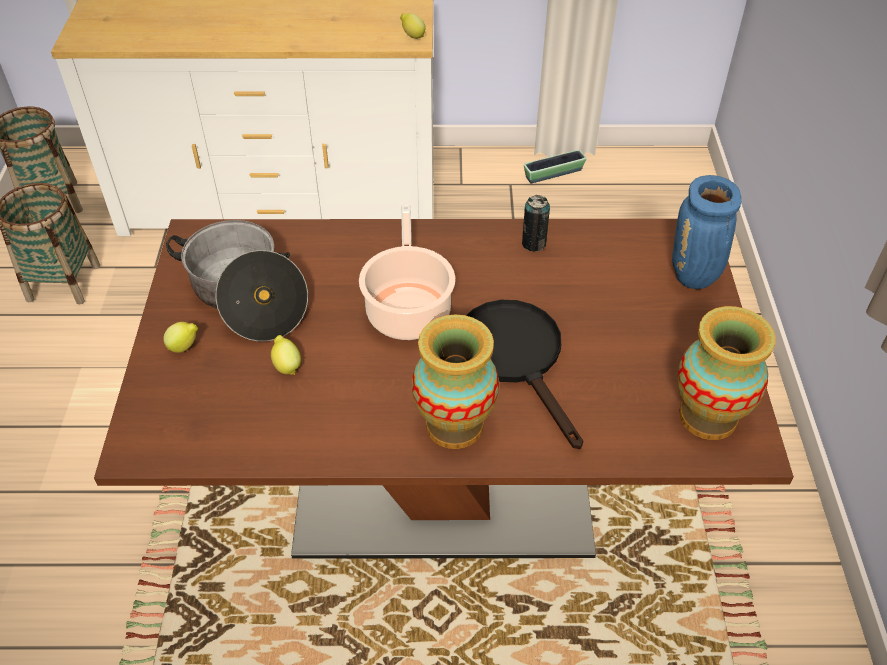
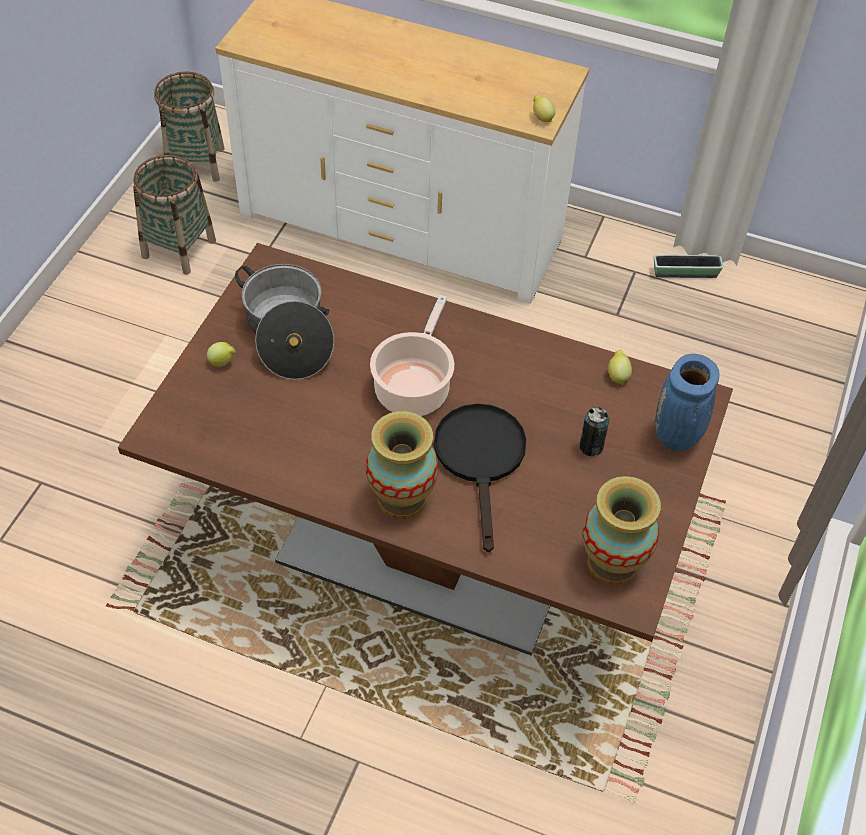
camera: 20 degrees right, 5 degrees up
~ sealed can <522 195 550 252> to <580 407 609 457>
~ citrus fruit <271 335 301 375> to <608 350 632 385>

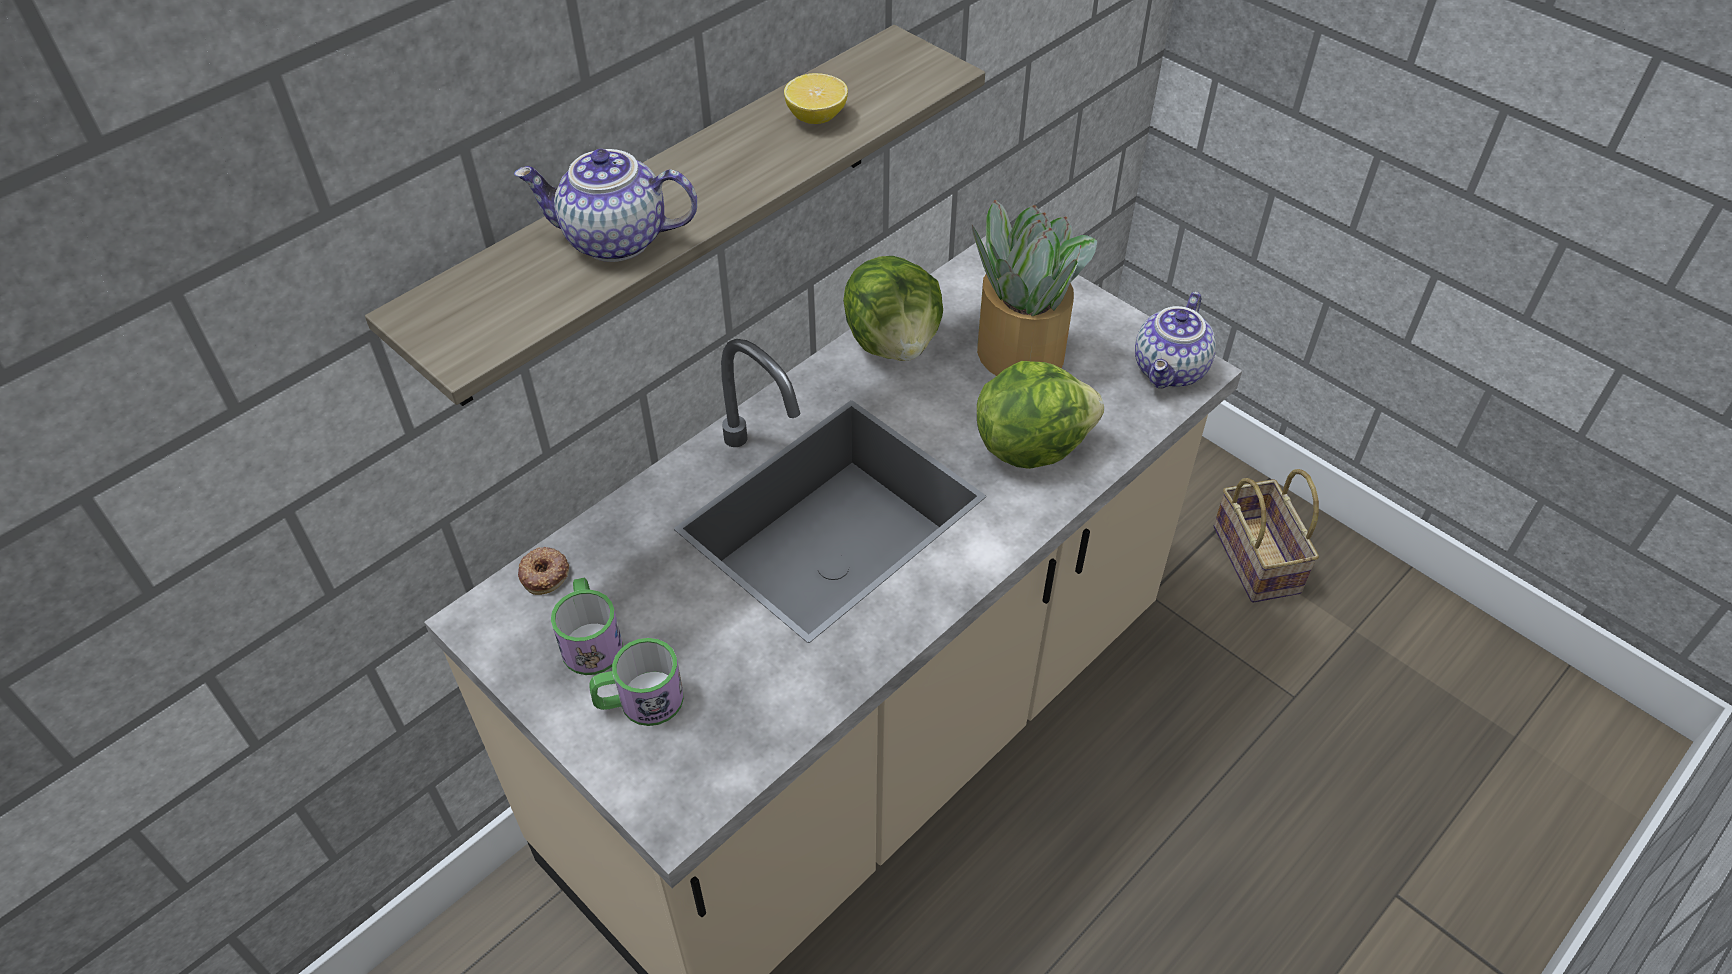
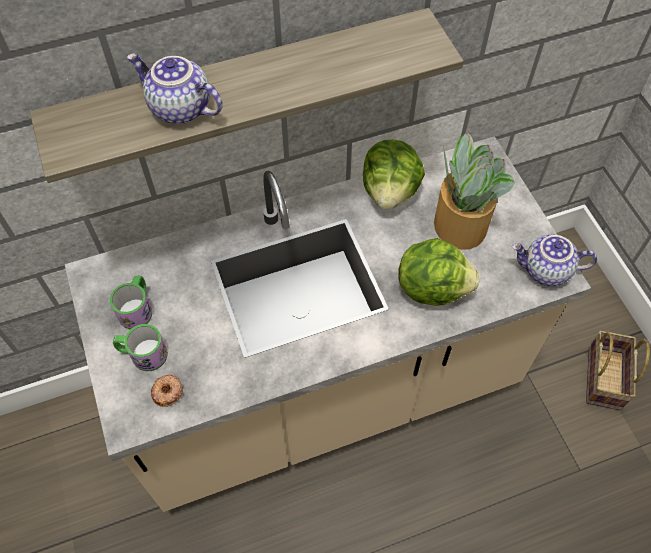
camera: 25 degrees right, 10 degrees up
~ doughnut <518 547 569 595> to <151 374 183 407>
~ teapot <1135 292 1216 388> = <512 234 597 286> 45 degrees clockwise
- citrus fruit <784 73 848 124>

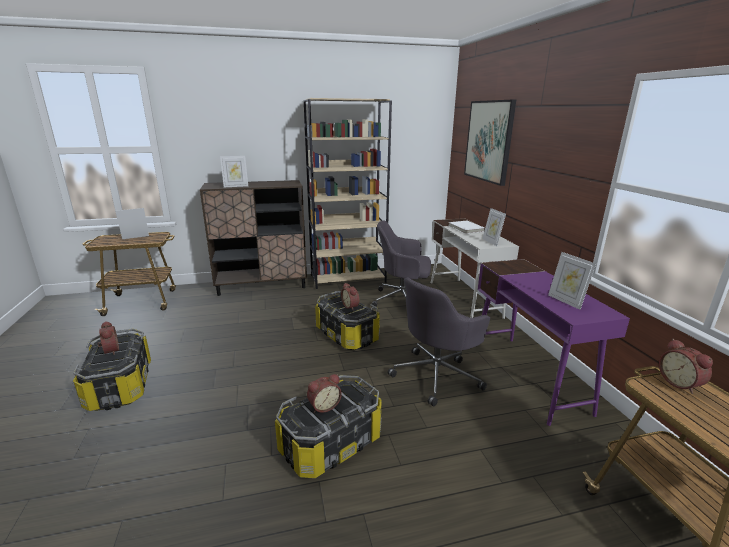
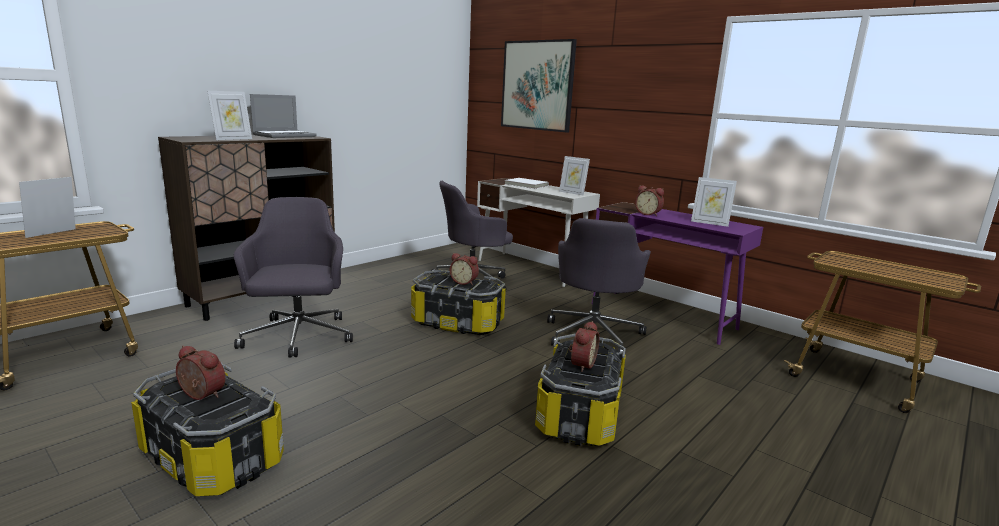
camera: 35 degrees left, 5 degrees down
+ desk chair (greyish) <234 197 353 358>
+ notebook computer <250 94 316 138>
~ alarm clock <659 339 713 394> to <635 185 664 216>
- bookshelf (beige-coloured) <303 98 392 289>

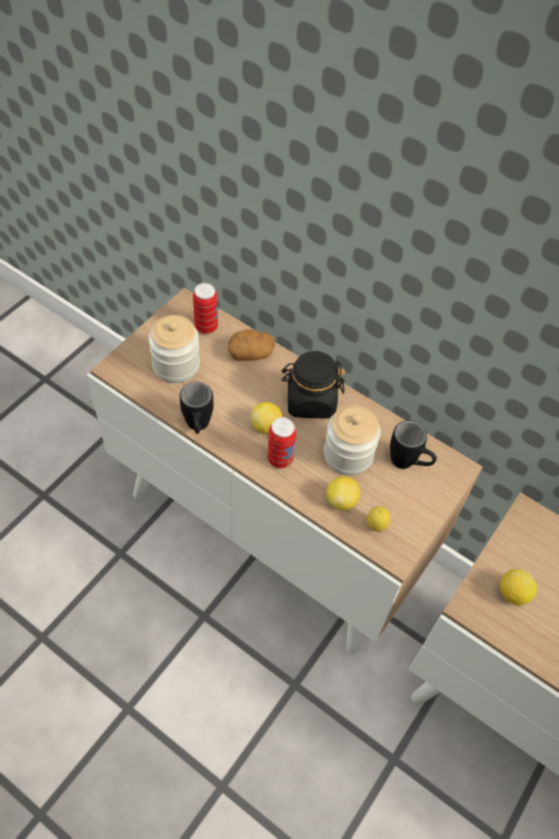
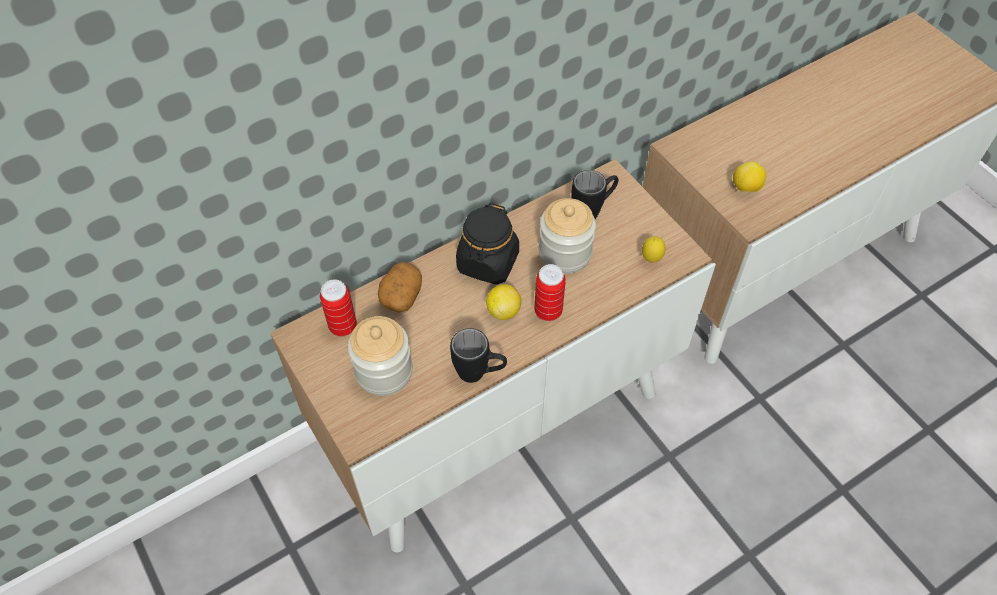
camera: 65 degrees left, 0 degrees up
- citrus fruit <327 476 360 510>

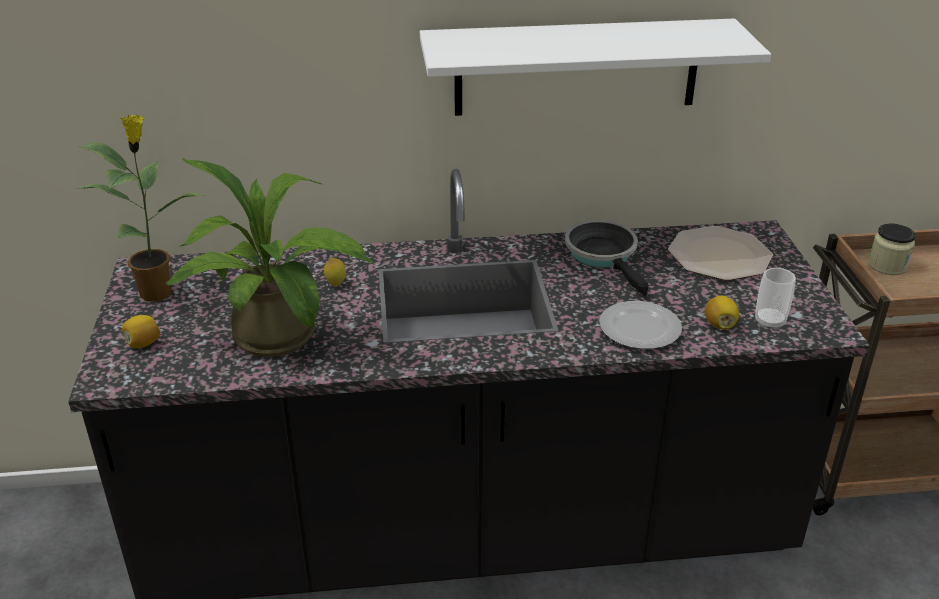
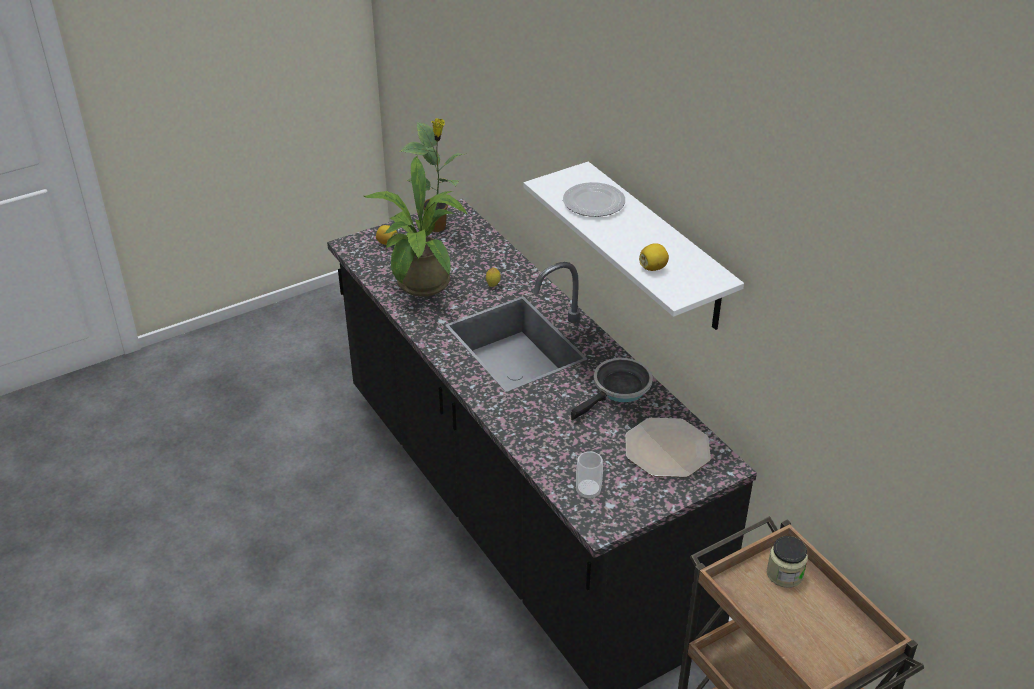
camera: 65 degrees right, 5 degrees up
~ dinner plate <599 301 682 349> to <563 182 625 217>
~ citrus fruit <704 295 739 330> to <639 243 669 271>

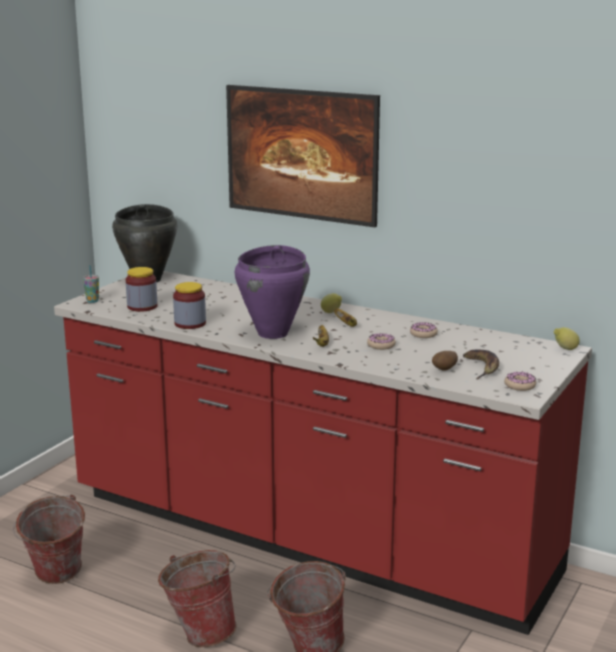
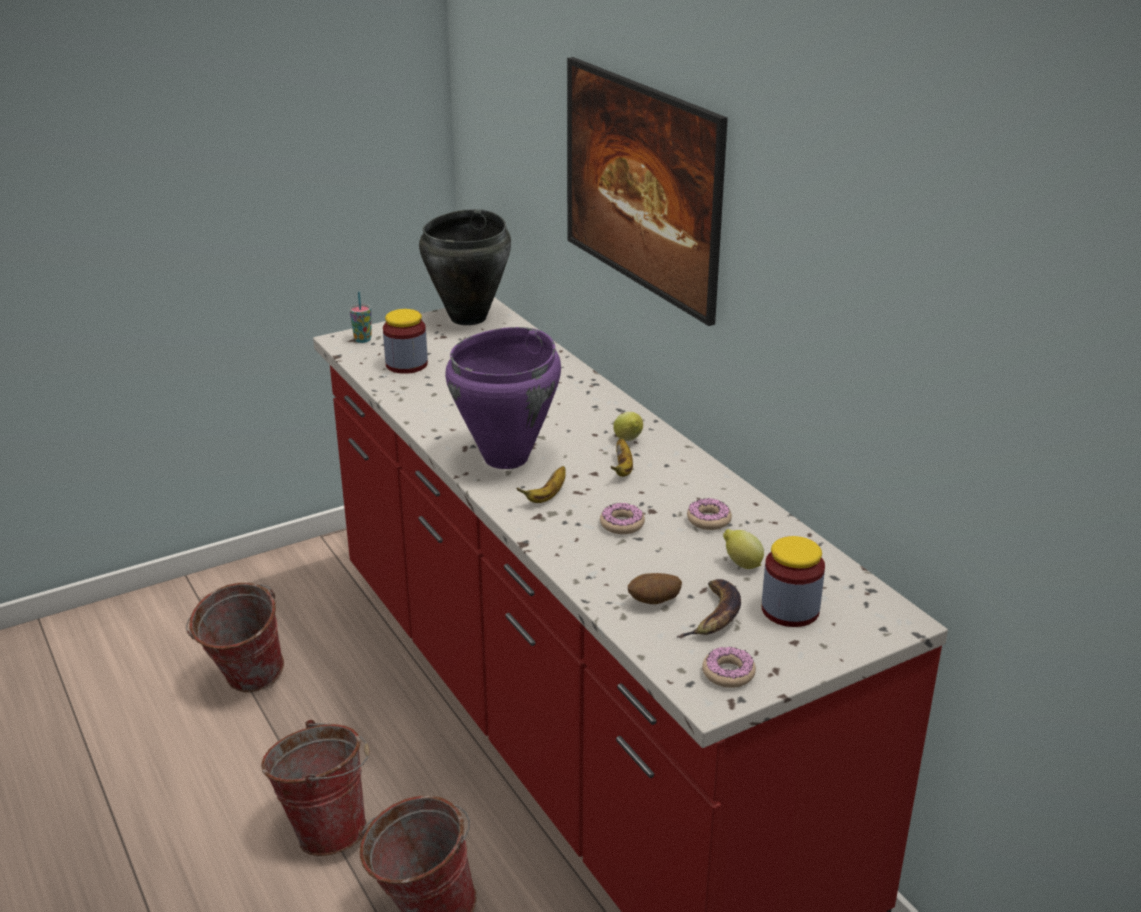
camera: 30 degrees right, 10 degrees up
~ citrus fruit <554 327 580 350> to <723 529 764 569>
~ storage jar <173 282 206 329> to <762 536 825 627>

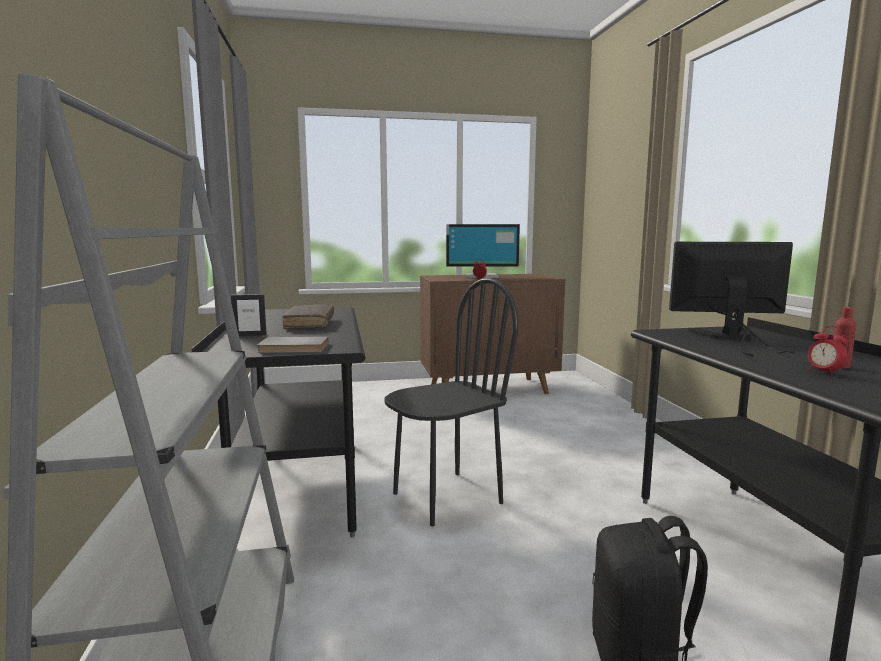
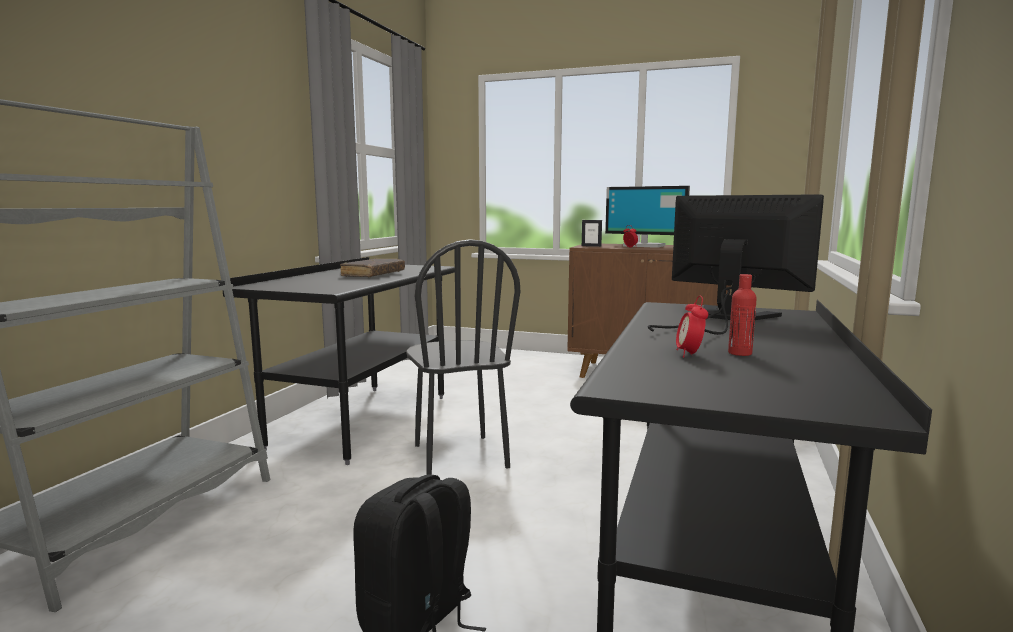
camera: 30 degrees right, 0 degrees up
~ upright chair (blackish) <384 278 518 526> = <406 239 521 475> 75 degrees clockwise
~ picture frame <231 294 267 336> to <582 220 602 247>
- volume (greyish) <257 337 329 353>

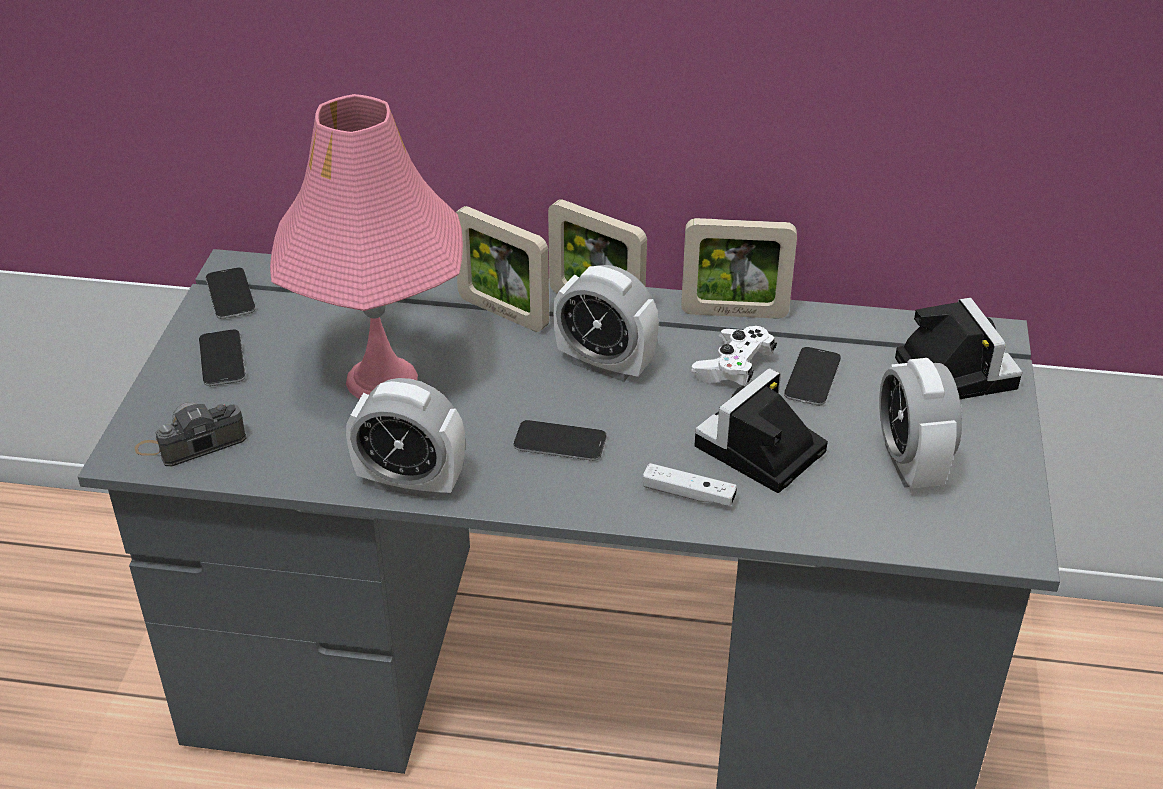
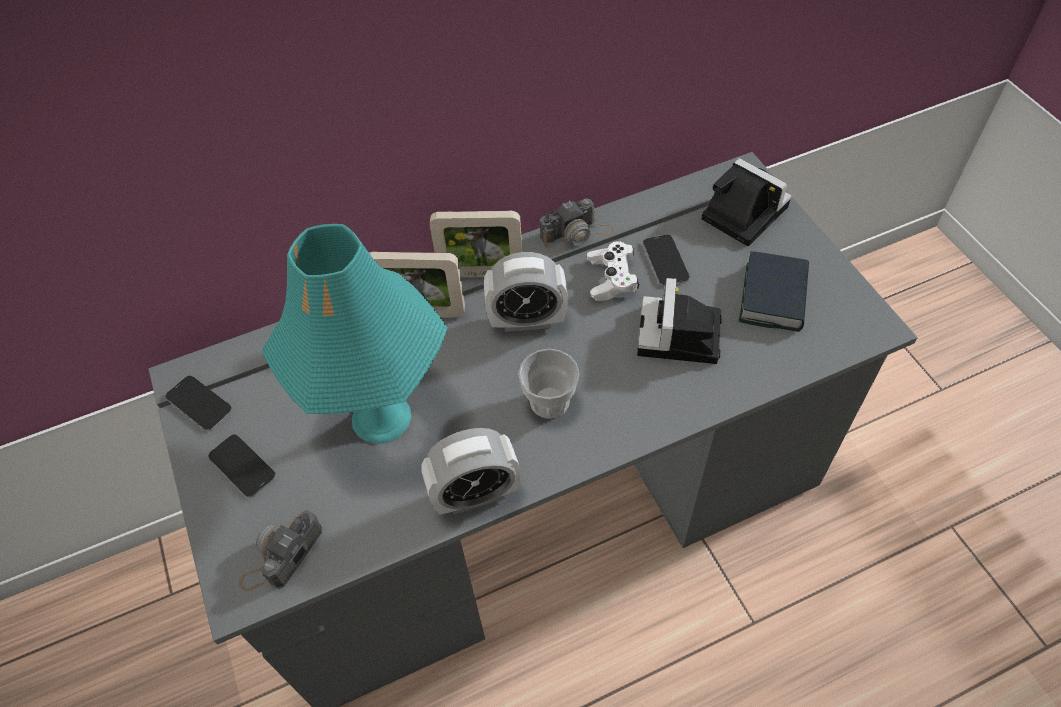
camera: 30 degrees left, 15 degrees up
~ tabletop lamp (pink-coloured) <270 94 463 399> to tabletop lamp (blue-green) <262 224 448 444>
~ handset <513 420 607 461> to small cup <518 349 580 419>
~ picture frame <681 218 797 319> to still camera <540 199 615 253>
~ alarm clock <879 358 962 489> to volume <739 251 809 332>
- game controller (whitish) <643 463 737 506>

